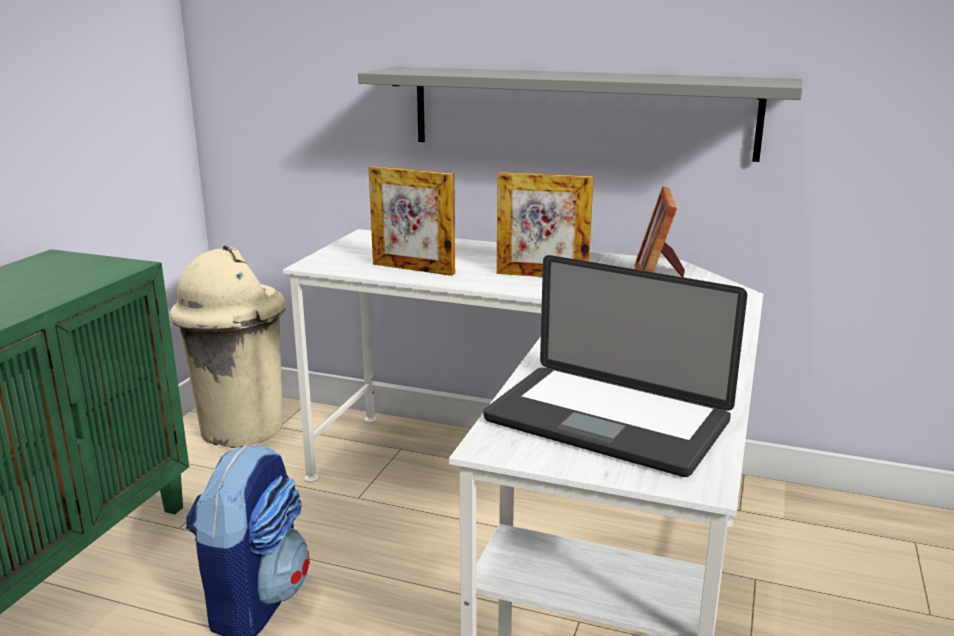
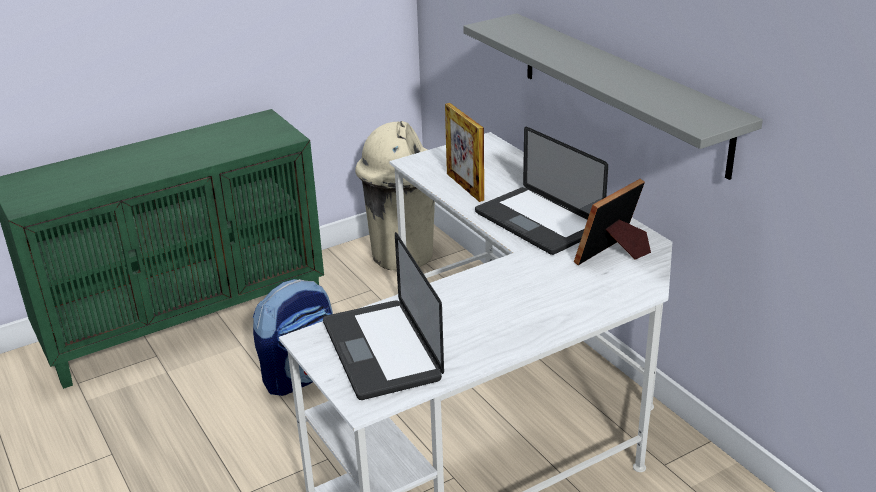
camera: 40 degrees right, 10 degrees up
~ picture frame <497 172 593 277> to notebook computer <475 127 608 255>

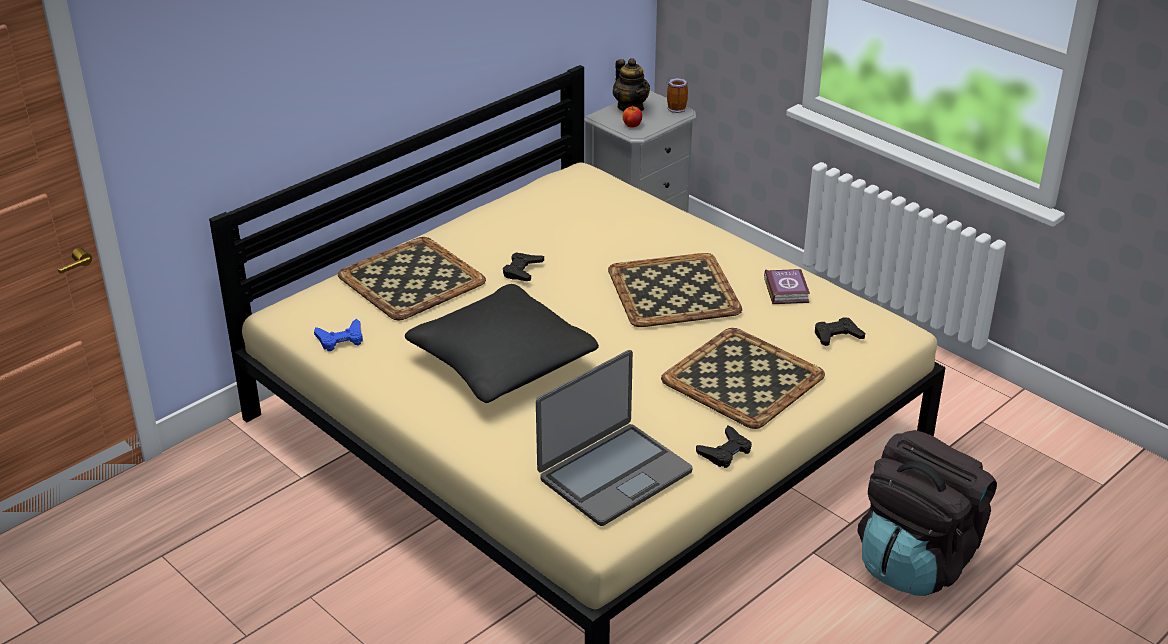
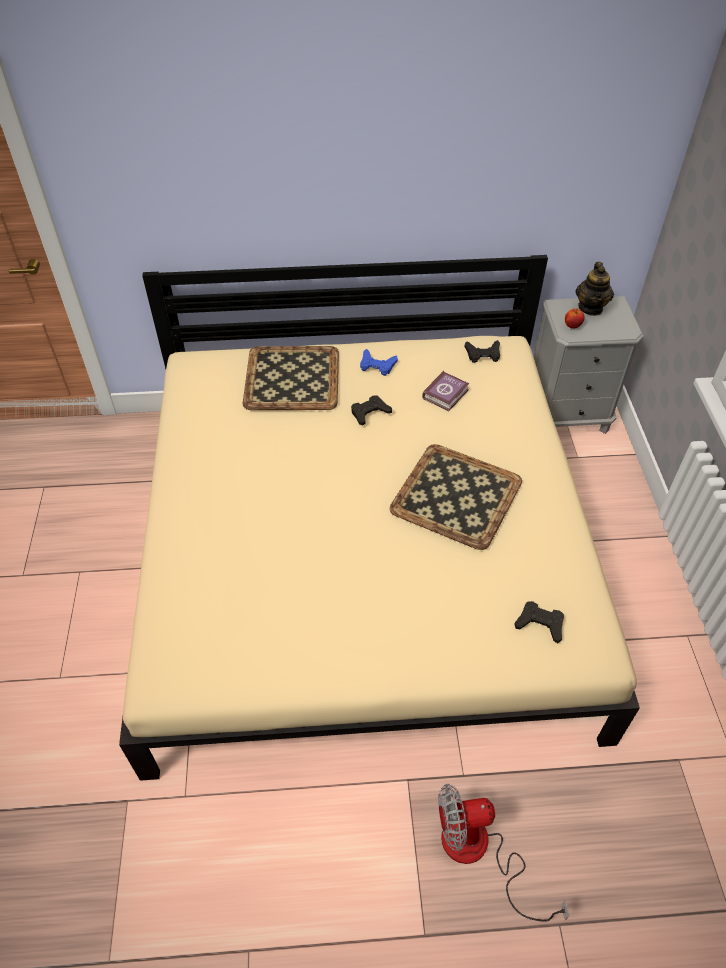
camera: 40 degrees right, 15 degrees up
~ game controller (blue-coloured) <314 319 363 351> to <360 349 398 376>
~ volume <764 269 810 304> to <422 371 469 411>
~ backpack (blackish) <857 430 997 596> to fan <438 784 570 922>
~ game controller (blackish) <696 426 752 468> to <464 340 500 363>
- cushion (blackish) <405 284 599 403>
- notebook computer <536 350 692 526>
- carrying tray <661 328 825 429>
- mug <667 78 688 113>

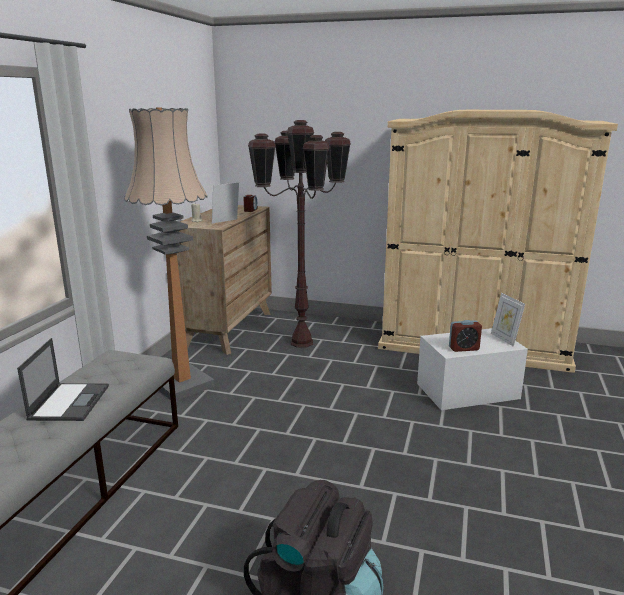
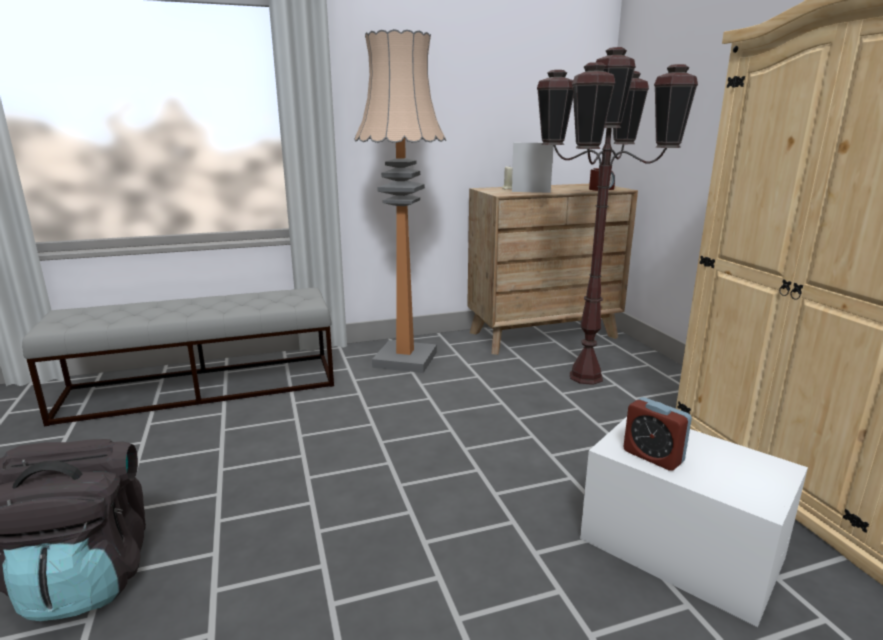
camera: 55 degrees right, 0 degrees up
- notebook computer <17 338 109 421>
- picture frame <491 293 525 347>

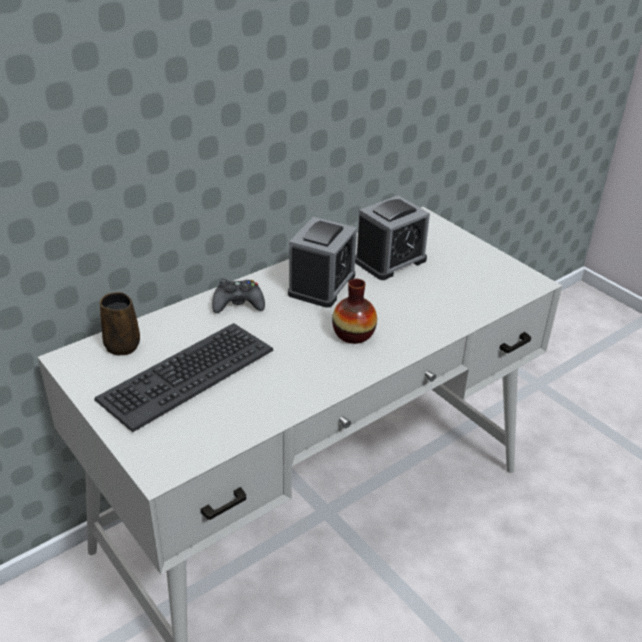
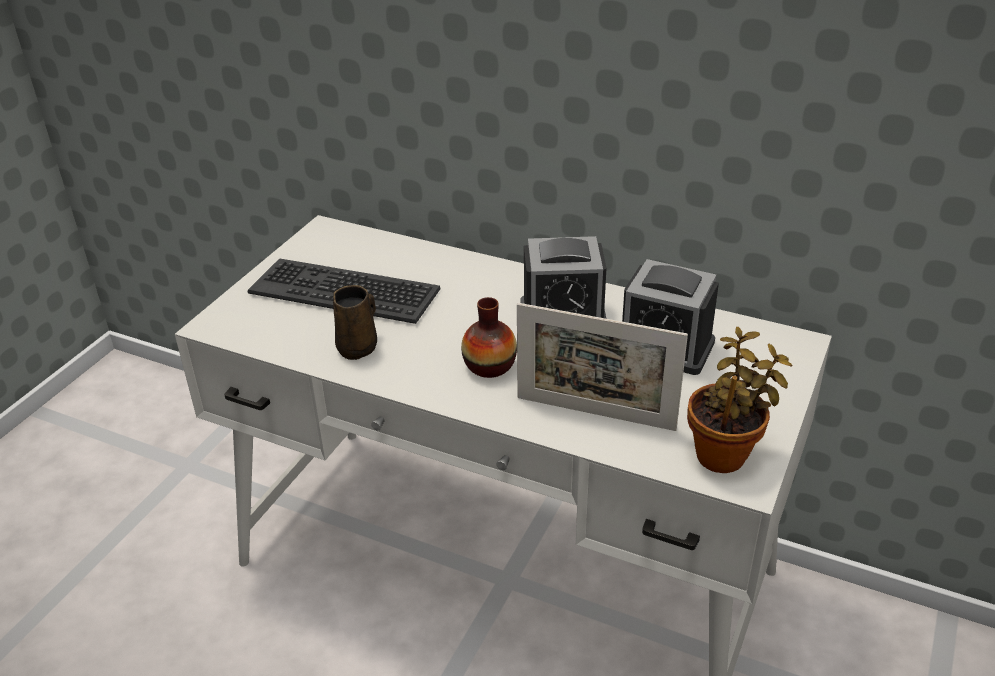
camera: 65 degrees right, 0 degrees up
~ mug (brown) <100 292 140 356> to <333 285 377 360>
+ picture frame <517 303 688 431>
+ houseplant <687 327 793 473>
- game controller (blackish) <212 279 265 313>

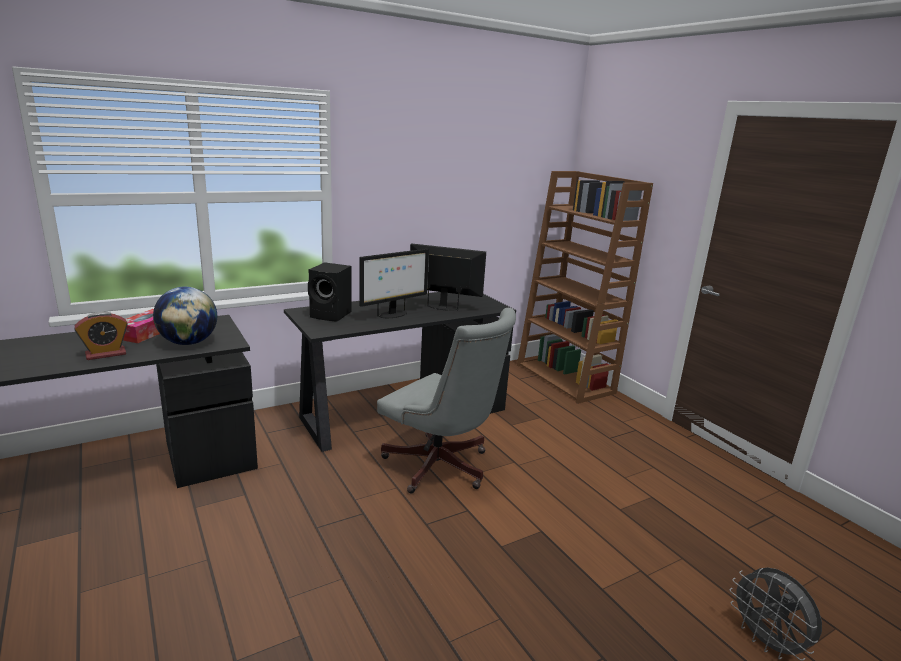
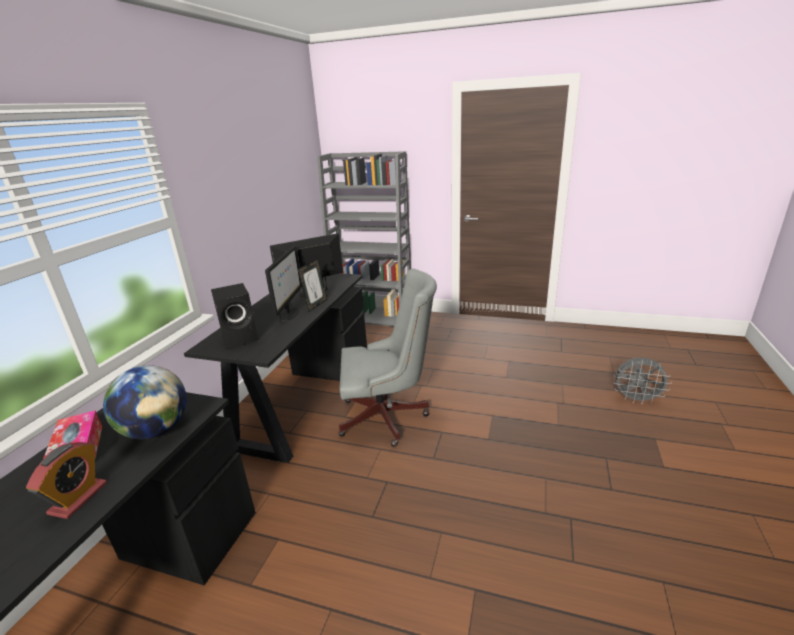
camera: 40 degrees left, 5 degrees up
+ picture frame <298 259 328 312>
~ bookshelf (brown) <517 171 653 404> to bookshelf (greyish) <317 151 411 326>

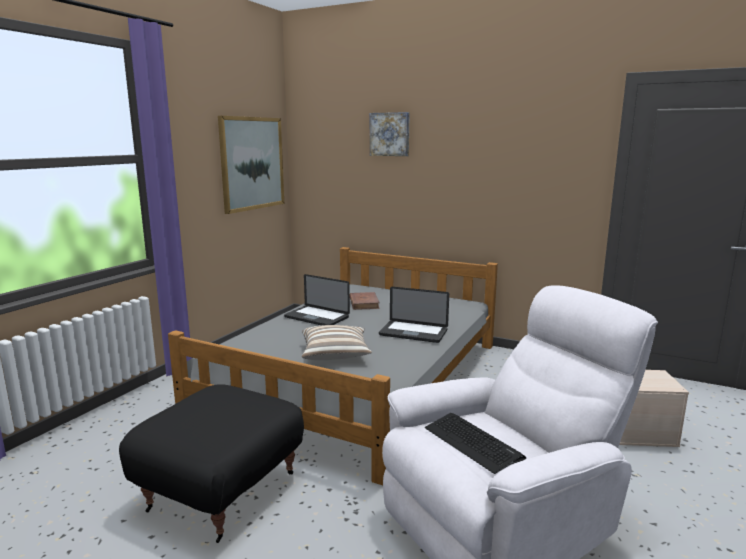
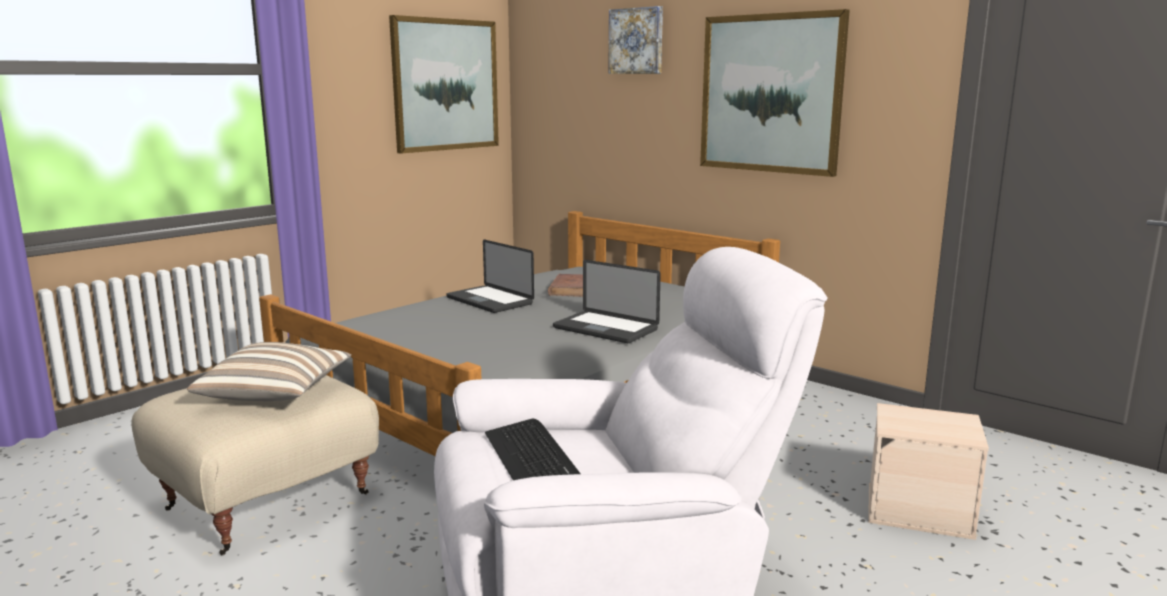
camera: 15 degrees right, 0 degrees up
~ footrest (blackish) <119 384 304 543> to footrest (beige-coloured) <131 375 379 555>
~ cushion <302 325 372 360> to <187 342 351 401>
+ wall picture <700 9 850 177>

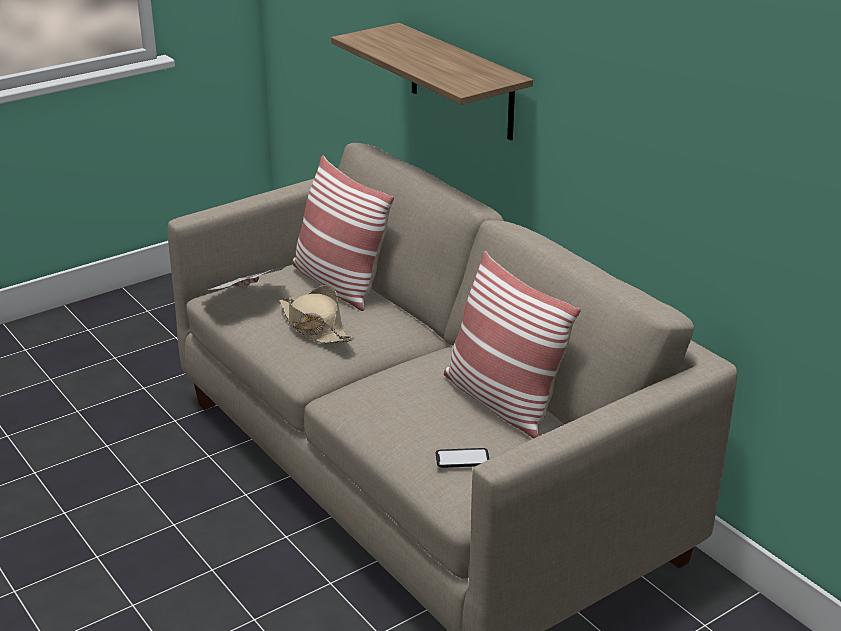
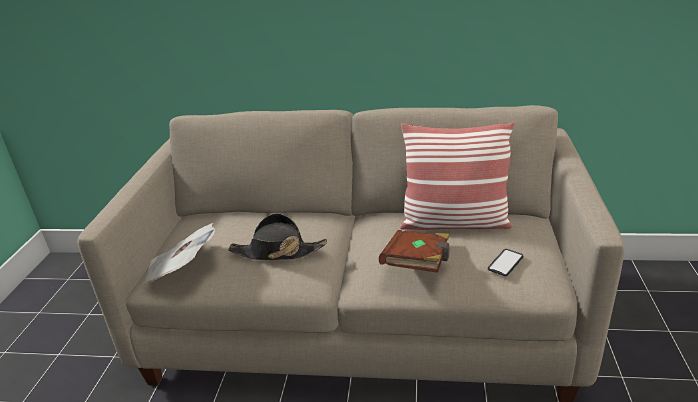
camera: 45 degrees left, 0 degrees up
~ clothing hat (beige-coloured) <279 285 354 344> to clothing hat (blackish) <228 213 327 260>
+ volume (brown) <379 230 450 273>
- cushion <292 155 394 311>
- shelf <331 23 533 140>

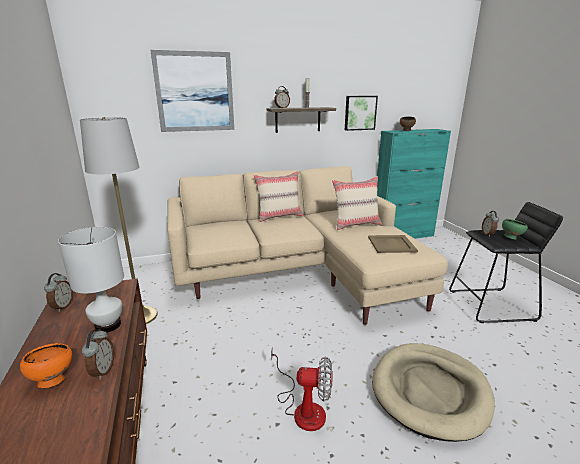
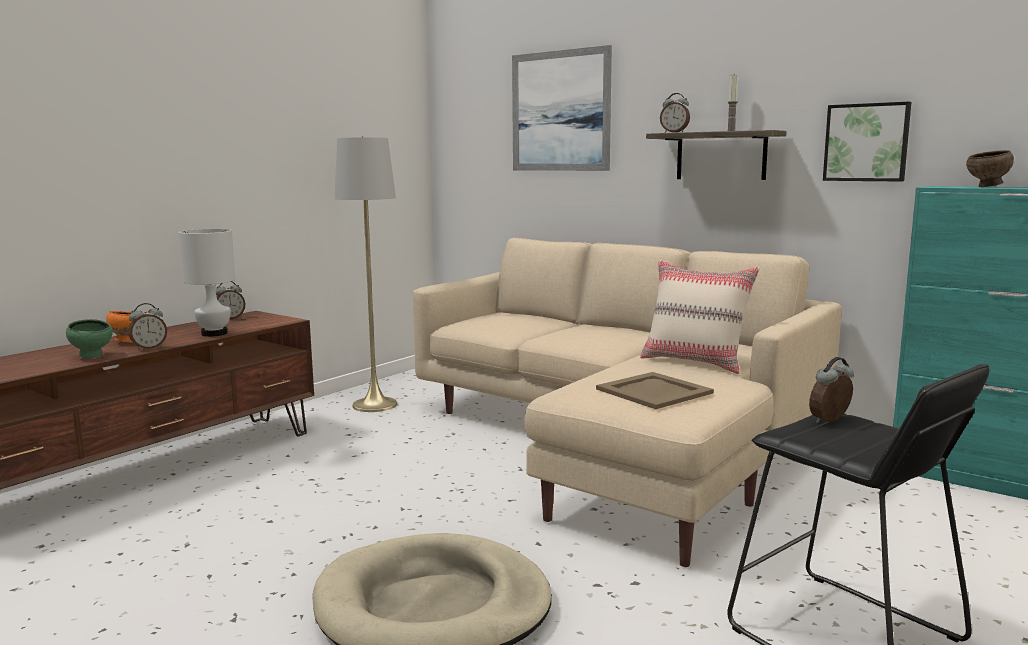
camera: 55 degrees right, 10 degrees down
~ bowl (greenish) <502 219 528 240> to <66 319 113 358>
- cushion (beige-coloured) <253 171 304 222>
- fan <271 350 333 431>

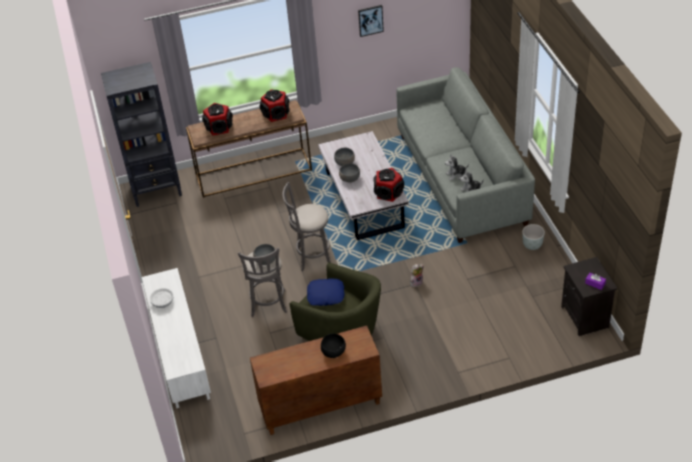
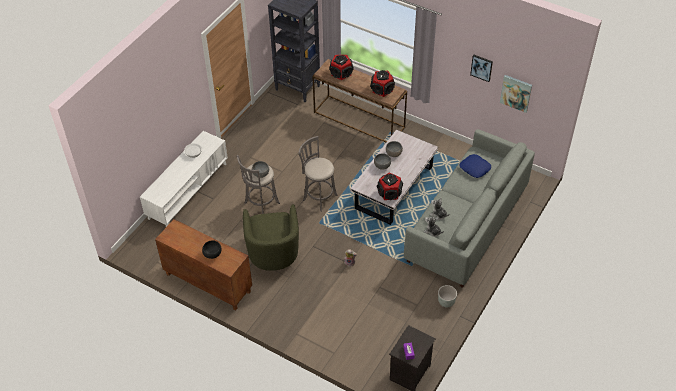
camera: 45 degrees right, 5 degrees up
~ cushion (blue-coloured) <307 279 345 306> to <459 154 491 178>
+ wall picture <500 75 532 113>

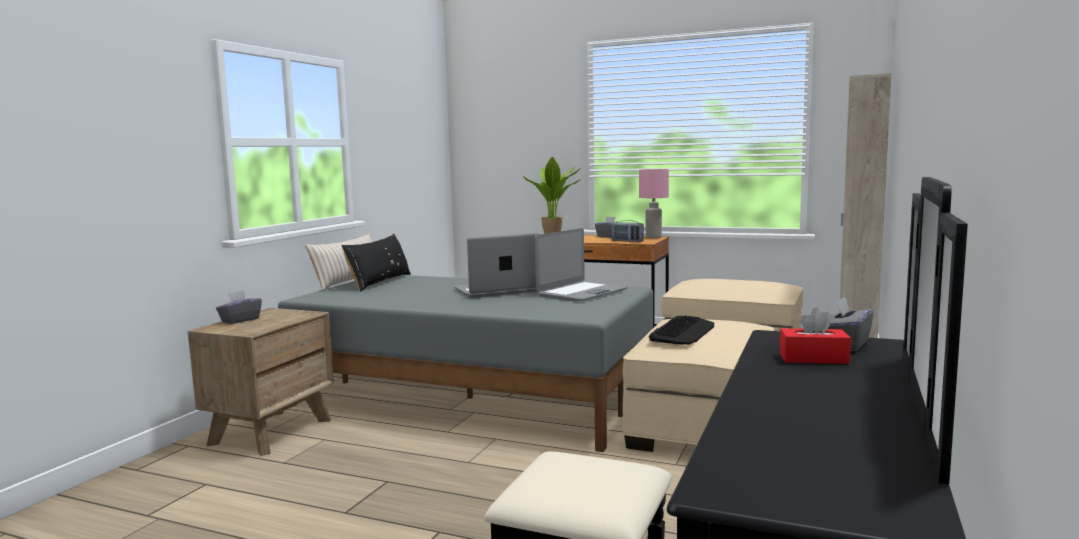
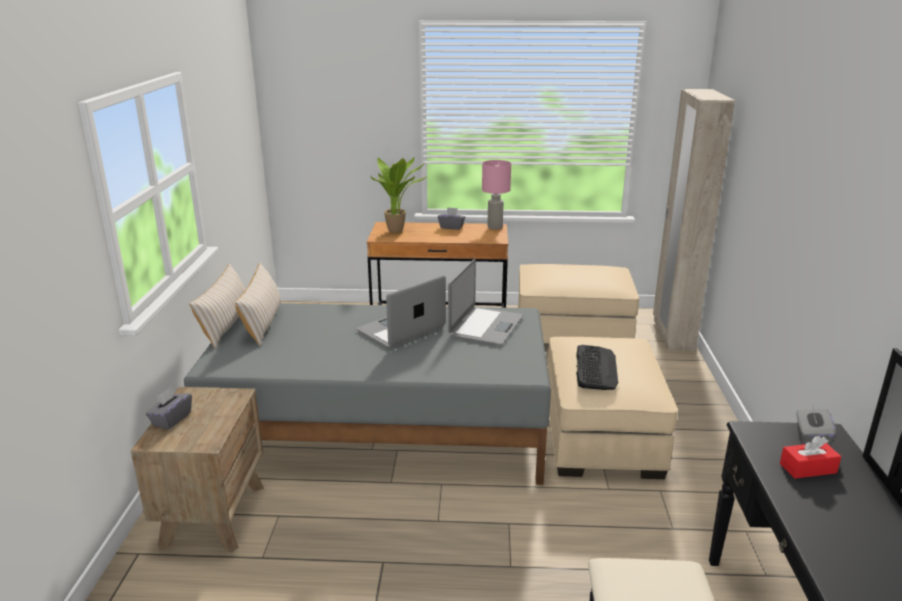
camera: 20 degrees left, 15 degrees up
~ cushion (blackish) <342 234 411 292> to cushion (beige-coloured) <235 262 281 346>
- radio receiver <611 220 644 242>

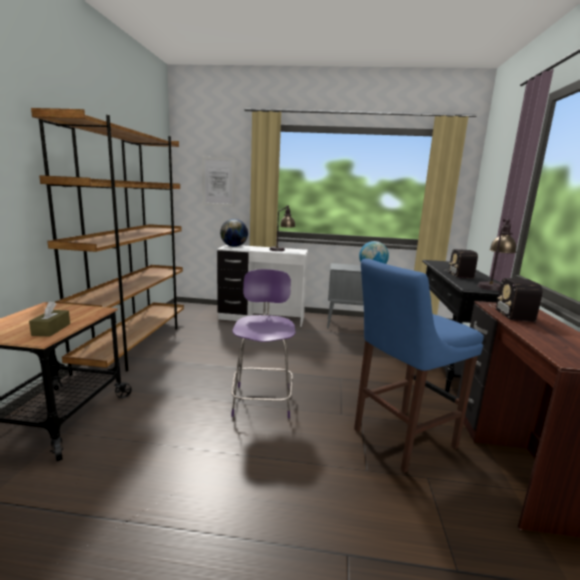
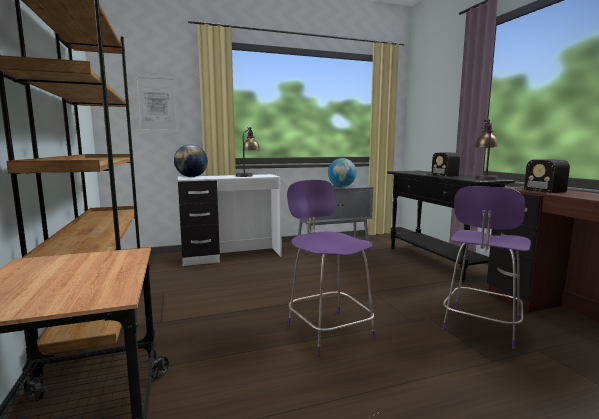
camera: 25 degrees left, 5 degrees down
~ sitting stool (blue-coloured) <354 258 484 473> to upright chair (purple) <442 186 531 349>
- box of tissues (brown) <29 301 70 337>

